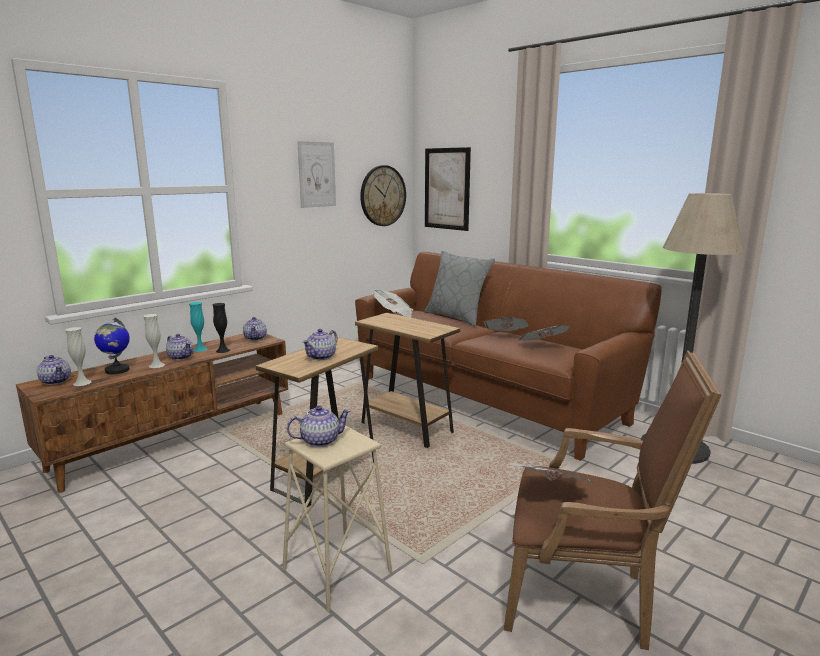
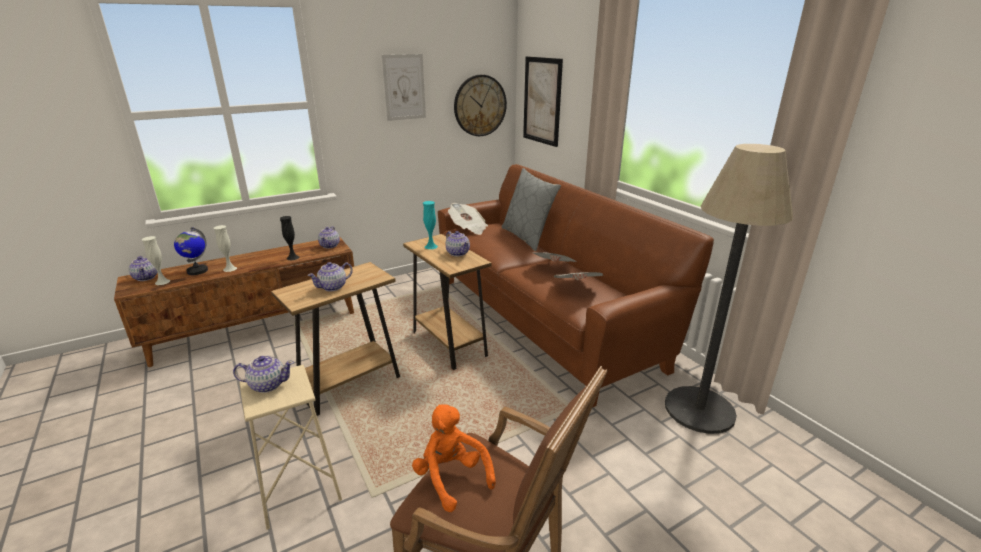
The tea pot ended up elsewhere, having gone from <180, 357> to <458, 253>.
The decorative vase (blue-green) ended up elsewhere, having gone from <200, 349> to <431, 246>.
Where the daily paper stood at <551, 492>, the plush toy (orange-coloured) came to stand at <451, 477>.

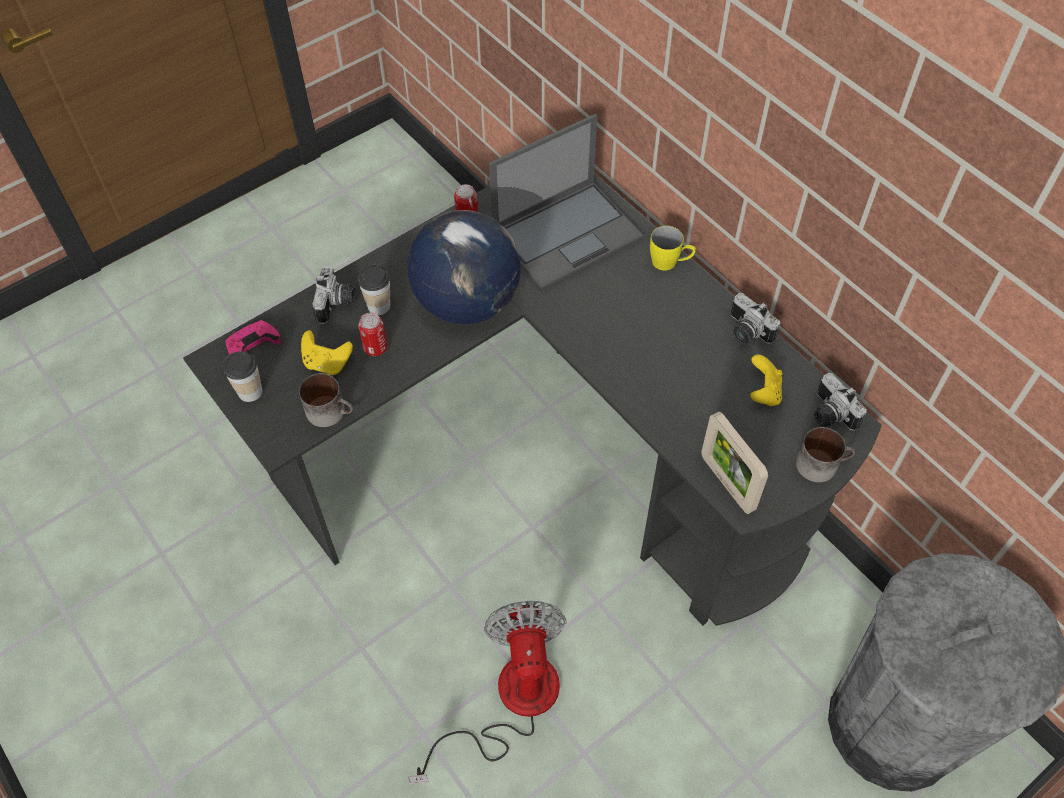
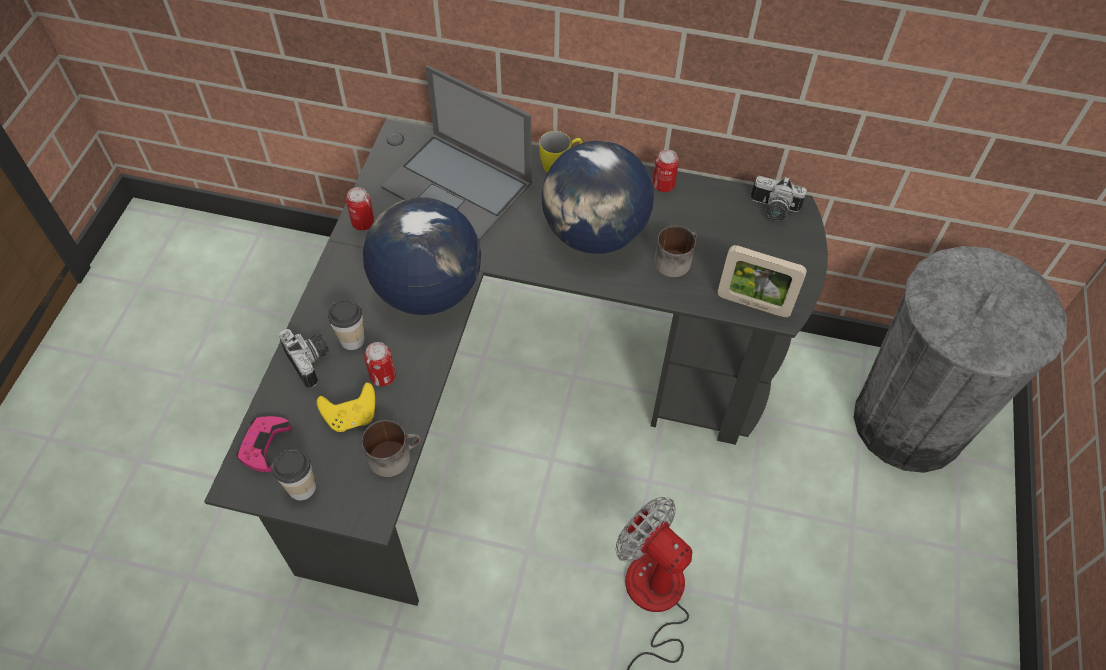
The portable computer at <568, 233> ended up facing another way, 105 degrees clockwise from before.
Where the still camera stood at <745, 332>, the can came to stand at <663, 185>.
The second view lost the gamepad (yellow-coloured) at <763, 392>.
The tea mug ended up elsewhere, having gone from <821, 463> to <675, 259>.
The second view gained the desk globe at <594, 234>.

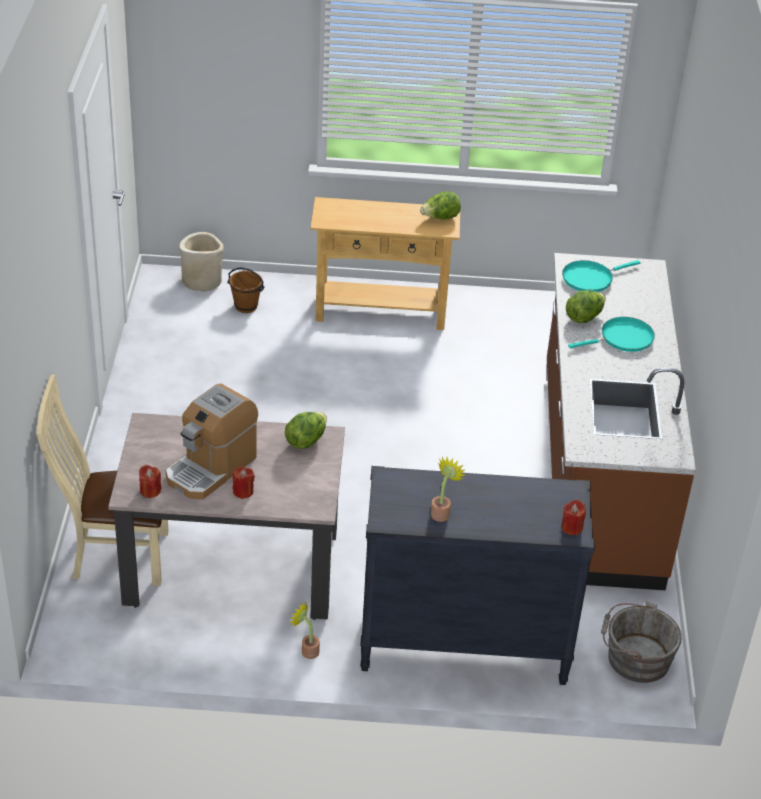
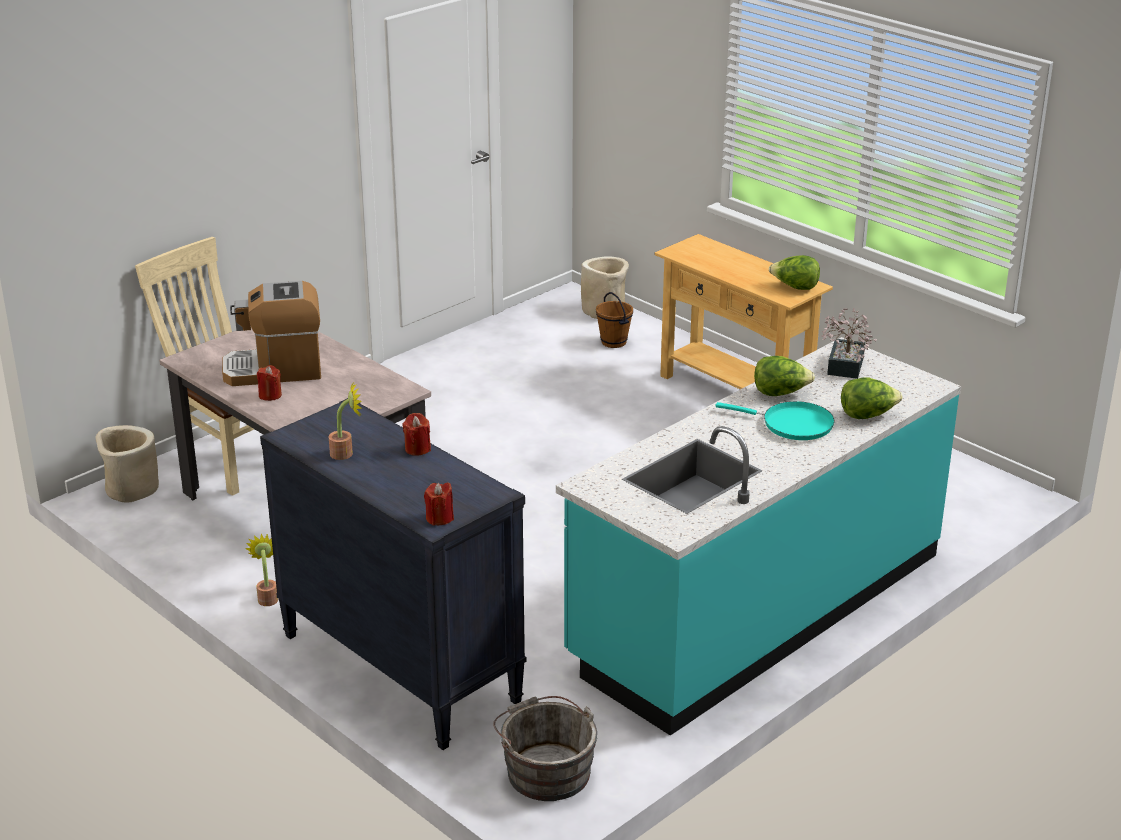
The candle (red-coloured) ended up elsewhere, having gone from <150, 491> to <417, 449>.
The head of lettuce ended up elsewhere, having gone from <306, 440> to <867, 415>.
What was the kitchen base unit (brownish) at <597, 472> turned into the kitchen base unit (blue-green) at <756, 607>.
Where the skillet (blue-green) stood at <590, 278>, the potted plant came to stand at <844, 369>.
The second view gained the flower pot (beige-coloured) at <130, 489>.

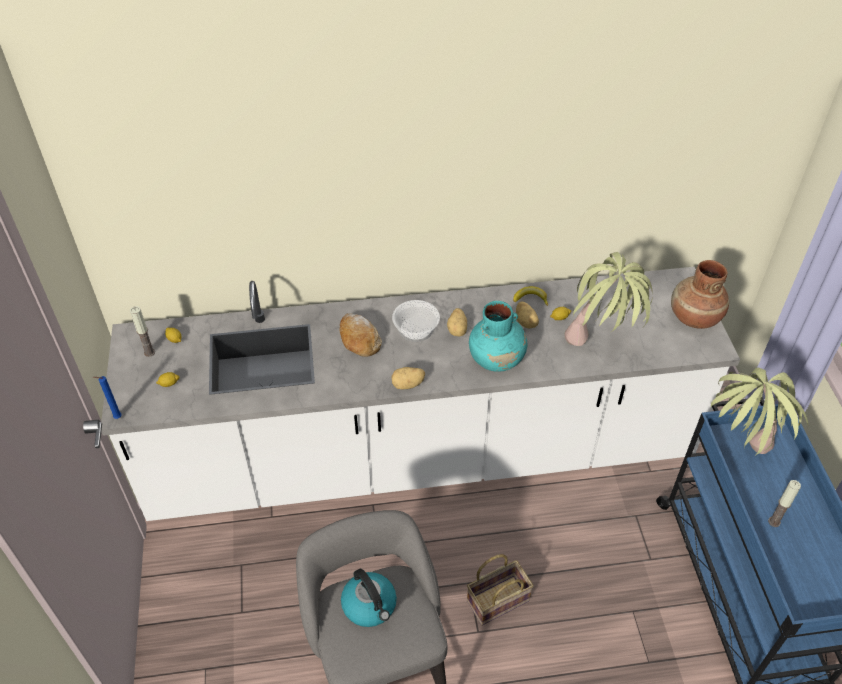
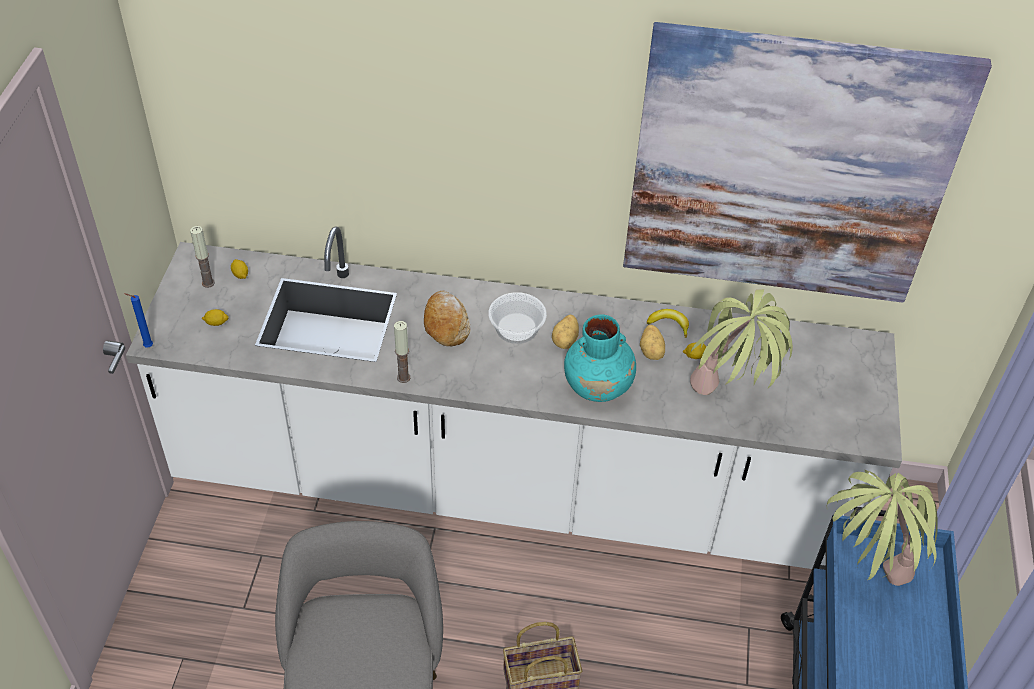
The second view lost the tea kettle at <370, 606>.
The second view lost the whole potato at <408, 385>.
The second view lost the decorative vase (brownish) at <694, 317>.
The candle ended up elsewhere, having gone from <774, 522> to <403, 377>.
The second view gained the wall art at <788, 169>.

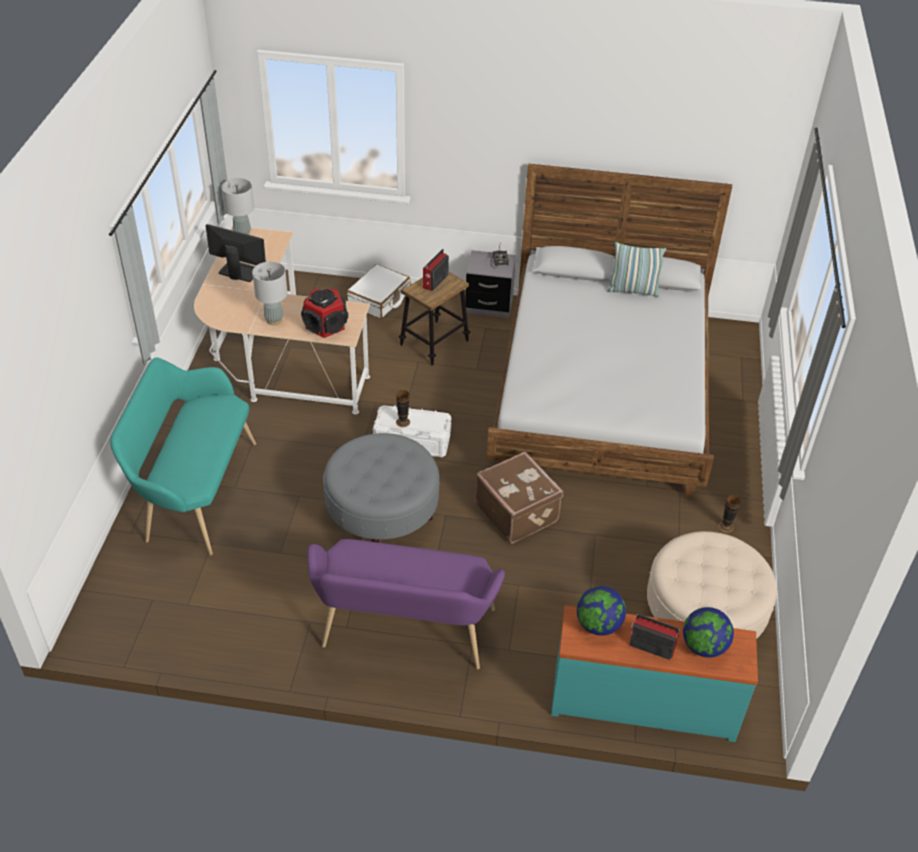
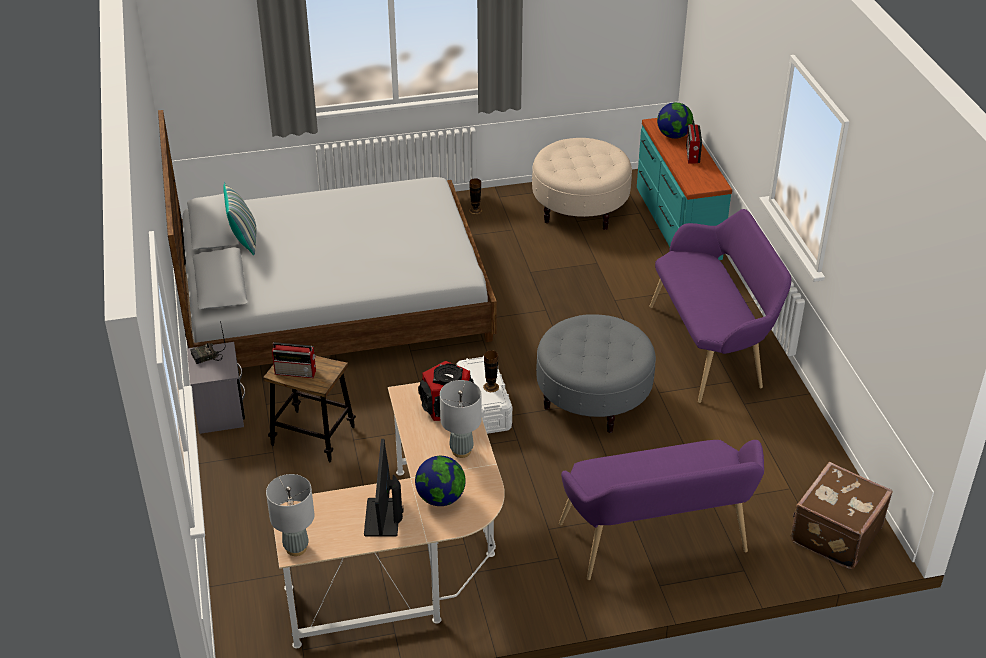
What was the long seat (blue-green) at <195, 492> turned into the long seat (purplish) at <657, 543>.
The second view lost the piece of luggage (white) at <379, 299>.
The piece of luggage (brownish) ended up elsewhere, having gone from <517, 512> to <834, 534>.
The desk globe ended up elsewhere, having gone from <598, 625> to <440, 498>.

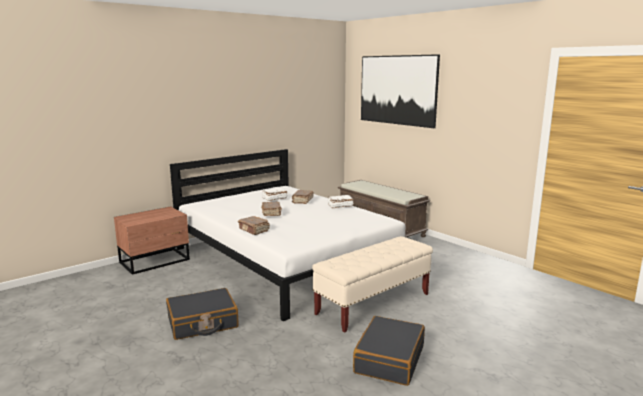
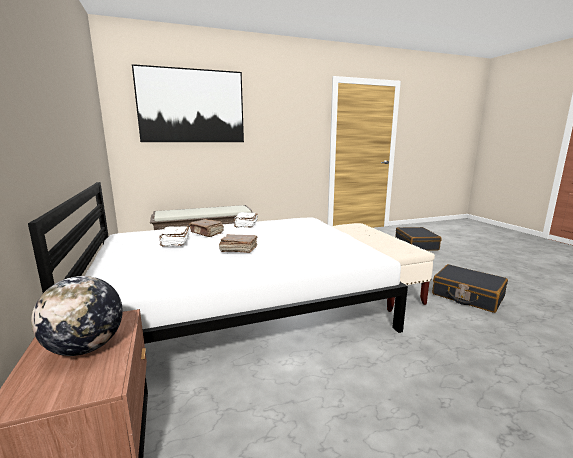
The piece of luggage (black) ended up elsewhere, having gone from <202, 323> to <416, 245>.
The second view lost the book (brownish) at <254, 230>.
The second view gained the desk globe at <86, 348>.

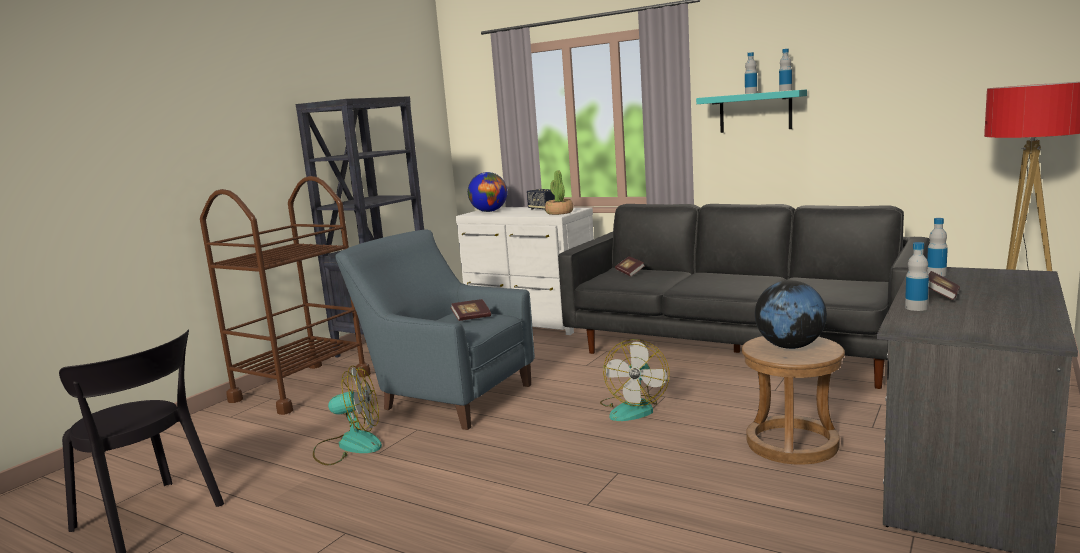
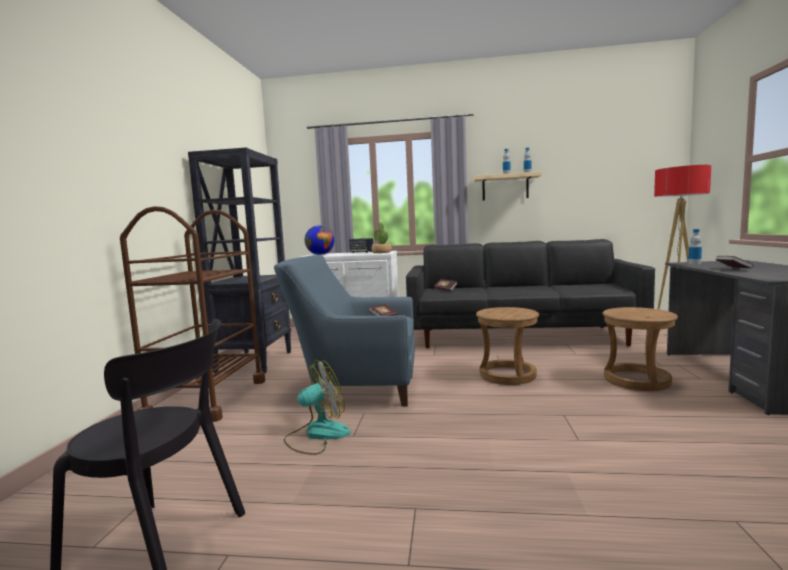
Where the electric fan stood at <634, 408>, the sitting stool (brownish) came to stand at <508, 375>.
What was the shelf (blue-green) at <755, 112> turned into the shelf (beige-coloured) at <505, 187>.
The second view lost the desk globe at <789, 346>.
The second view lost the beverage bottle at <916, 308>.

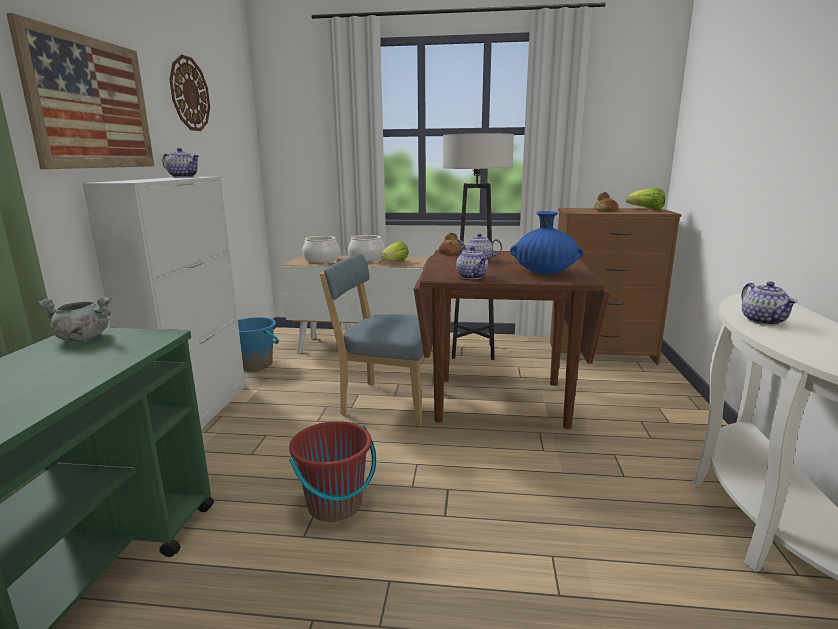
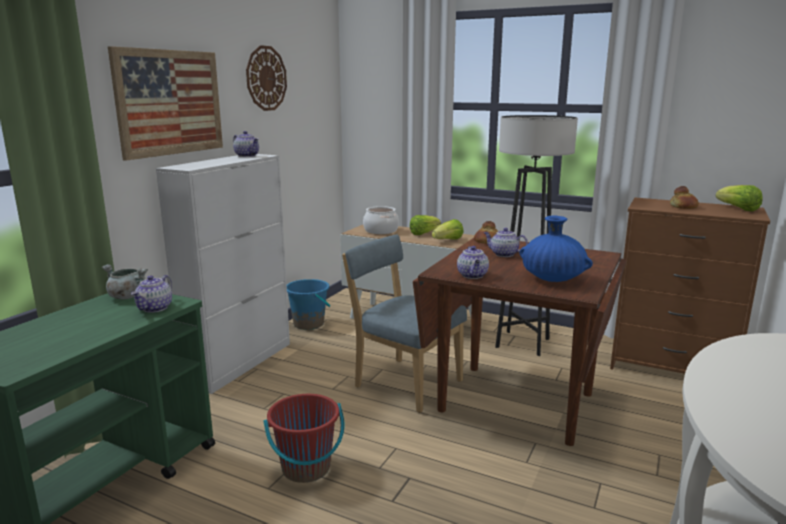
Where the cooking pot stood at <366, 259>, the head of lettuce came to stand at <423, 233>.
The tea pot ended up elsewhere, having gone from <764, 321> to <155, 308>.

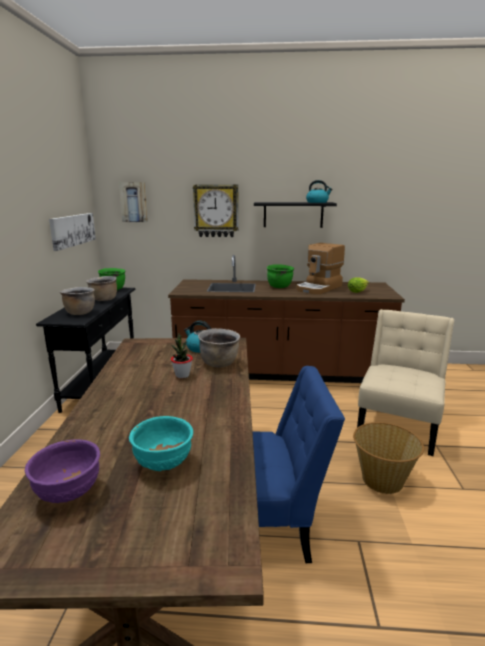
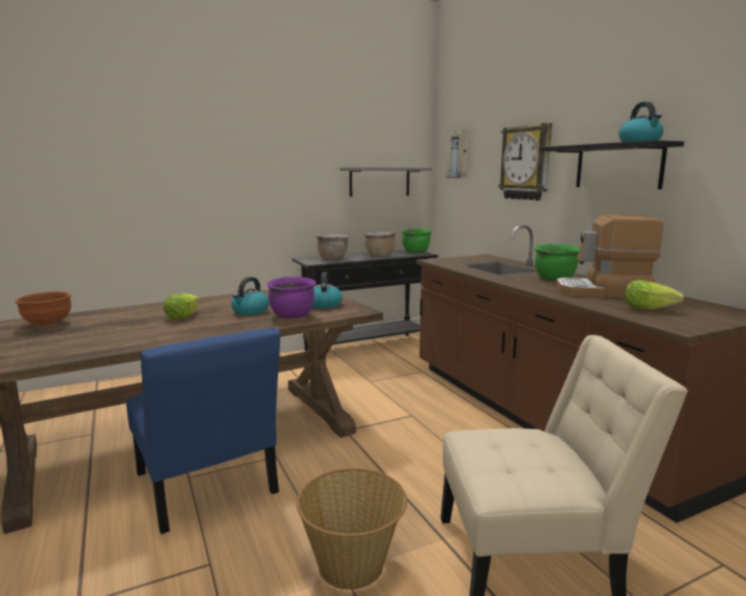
What was the bowl (purplish) at <68, 493> turned into the bowl (brownish) at <47, 324>.
Where the wall art hung at <72, 230>, the shelf (gray) came to hang at <379, 182>.
The second view lost the bowl (blue-green) at <164, 464>.
Where the potted plant stood at <182, 375>, the tea kettle came to stand at <250, 311>.
What was the cooking pot (brownish) at <219, 363> turned into the cooking pot (purplish) at <292, 316>.
The second view gained the head of lettuce at <182, 316>.

